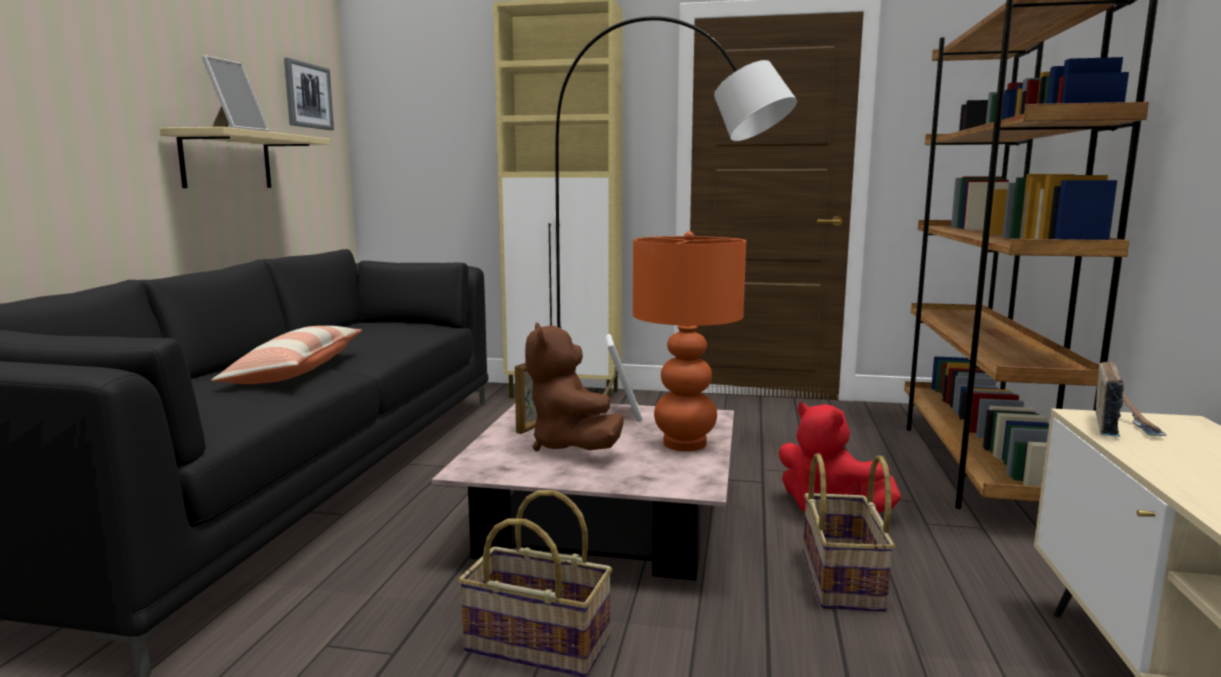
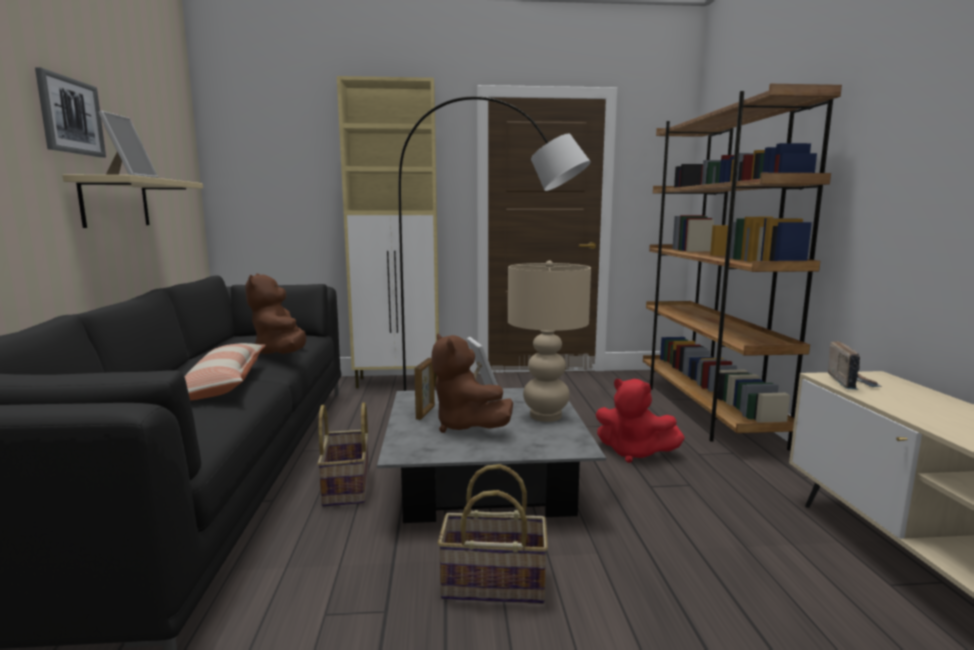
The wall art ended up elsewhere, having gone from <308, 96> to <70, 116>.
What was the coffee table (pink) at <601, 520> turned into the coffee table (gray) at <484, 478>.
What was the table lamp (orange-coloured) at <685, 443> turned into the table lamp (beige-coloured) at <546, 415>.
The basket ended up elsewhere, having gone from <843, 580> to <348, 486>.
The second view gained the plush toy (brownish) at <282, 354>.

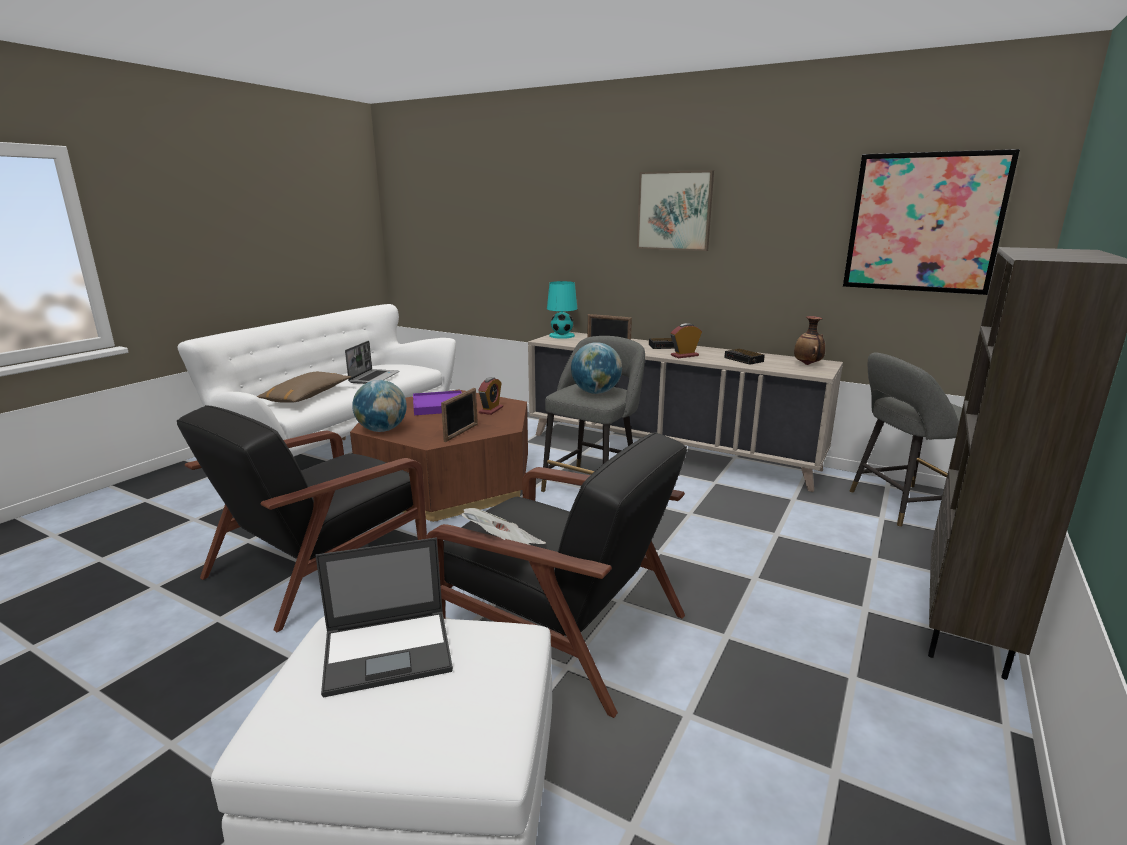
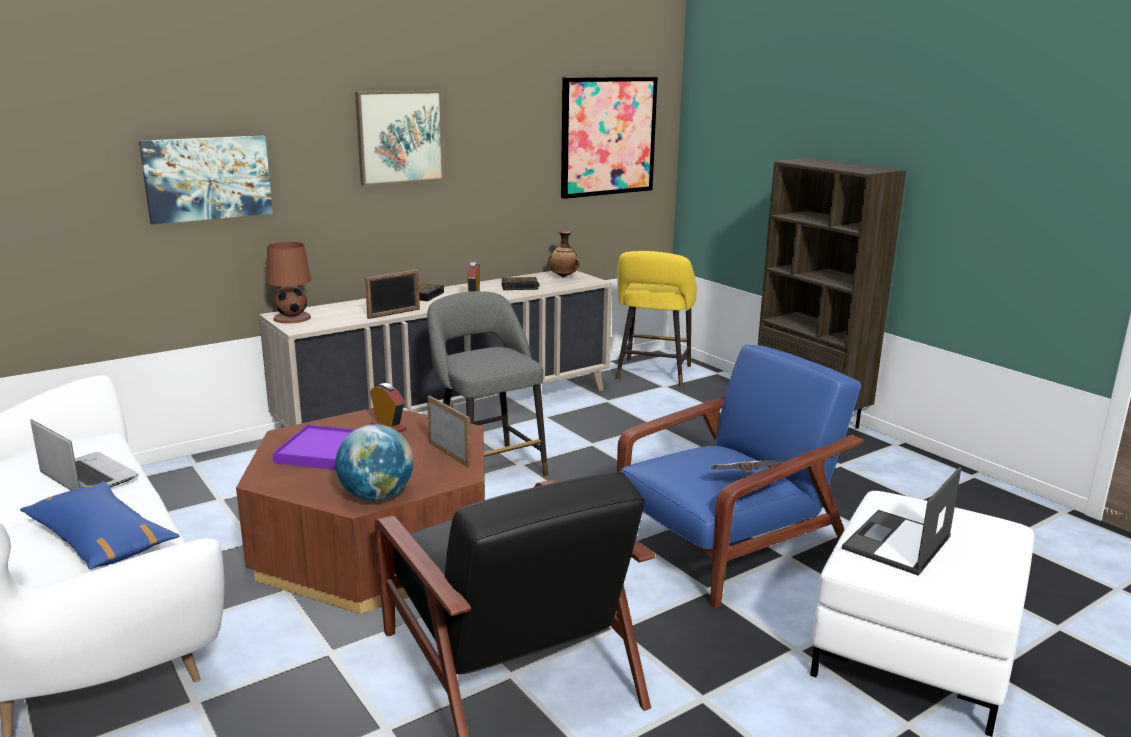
What was the pillow (brownish) at <307, 396> turned into the pillow (blue-coloured) at <100, 540>.
The portable computer at <389, 651> ended up facing another way, 150 degrees counterclockwise from before.
What was the lounge chair (black) at <558, 624> turned into the lounge chair (blue-coloured) at <728, 546>.
What was the table lamp (blue-green) at <562, 335> turned into the table lamp (brownish) at <292, 318>.
The second view lost the desk globe at <596, 392>.
What was the sitting stool (gray) at <900, 505> turned into the sitting stool (yellow-coloured) at <653, 374>.
The second view gained the wall art at <207, 178>.

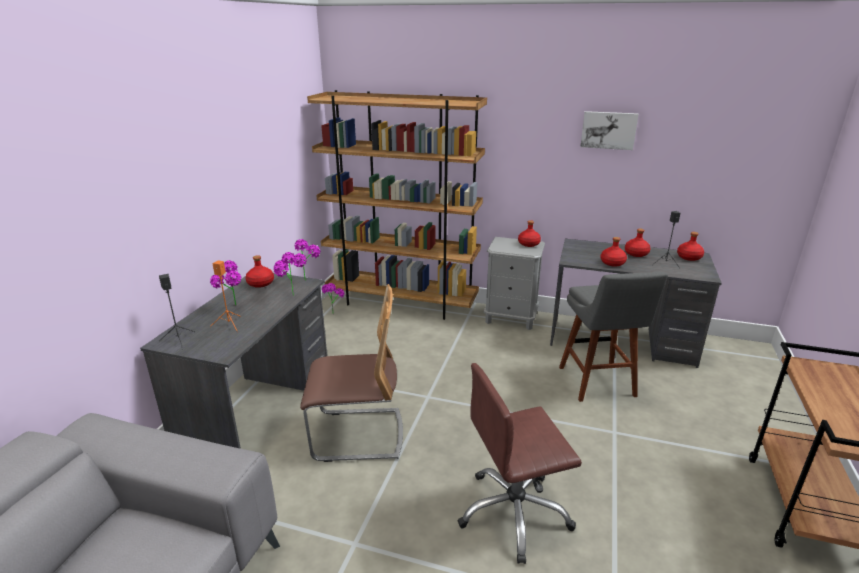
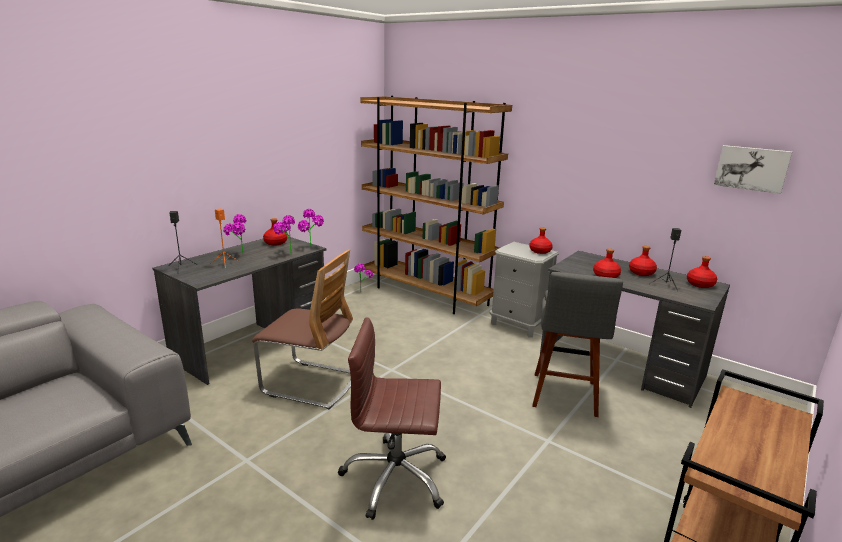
The wall art ended up elsewhere, having gone from <608, 130> to <751, 168>.

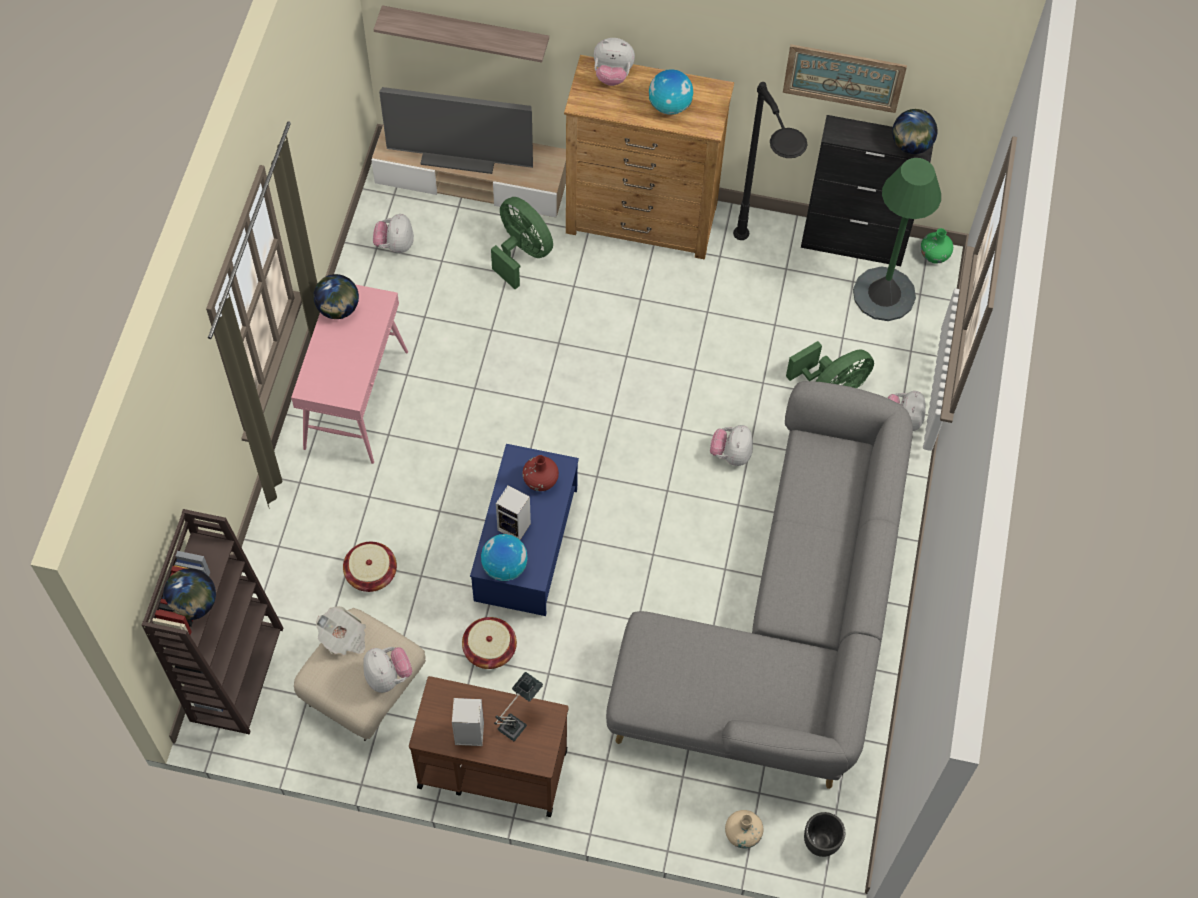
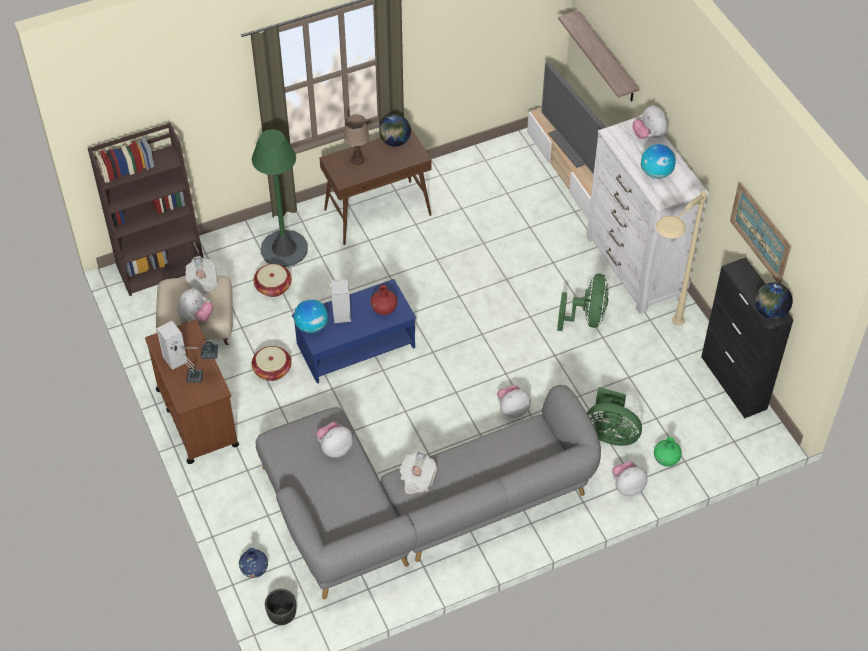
The second view lost the desk globe at <193, 604>.
What was the hall table (pink) at <356, 399> turned into the hall table (brownish) at <378, 212>.
The plush toy ended up elsewhere, having gone from <395, 245> to <335, 448>.
The electric fan (green) ended up elsewhere, having gone from <521, 253> to <587, 318>.
What was the chest of drawers (brownish) at <642, 219> turned into the chest of drawers (white) at <635, 266>.
What was the decorative vase (beige-coloured) at <742, 833> turned into the decorative vase (blue-coloured) at <254, 569>.
What was the standard lamp (black) at <756, 275> turned into the standard lamp (beige-coloured) at <656, 346>.
The standard lamp (green) ended up elsewhere, having gone from <883, 294> to <284, 249>.
The decorative vase (green) ended up elsewhere, having gone from <934, 255> to <666, 459>.
The second view gained the table lamp (brownish) at <358, 159>.
The second view gained the daily paper at <417, 479>.

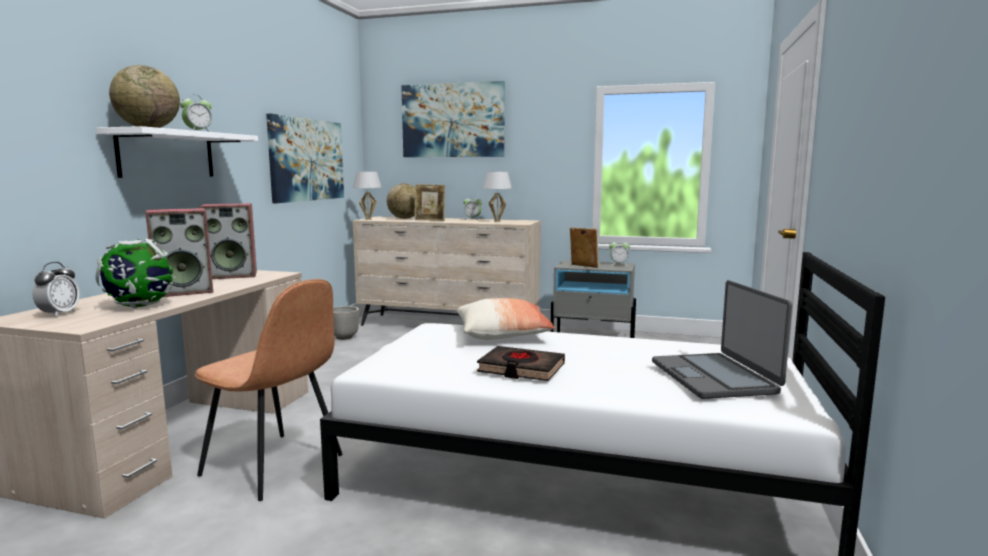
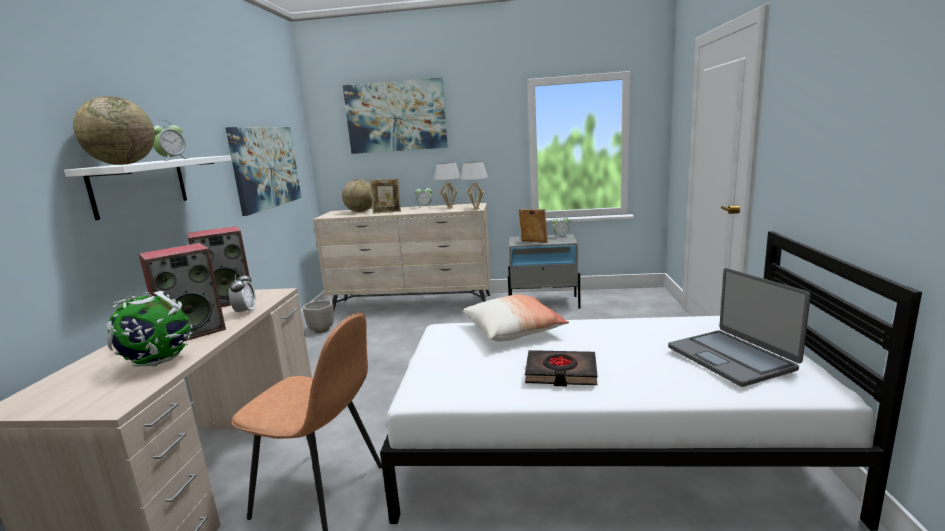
The table clock ended up elsewhere, having gone from <59, 314> to <245, 312>.
The table lamp (white) ended up elsewhere, having gone from <368, 219> to <476, 209>.

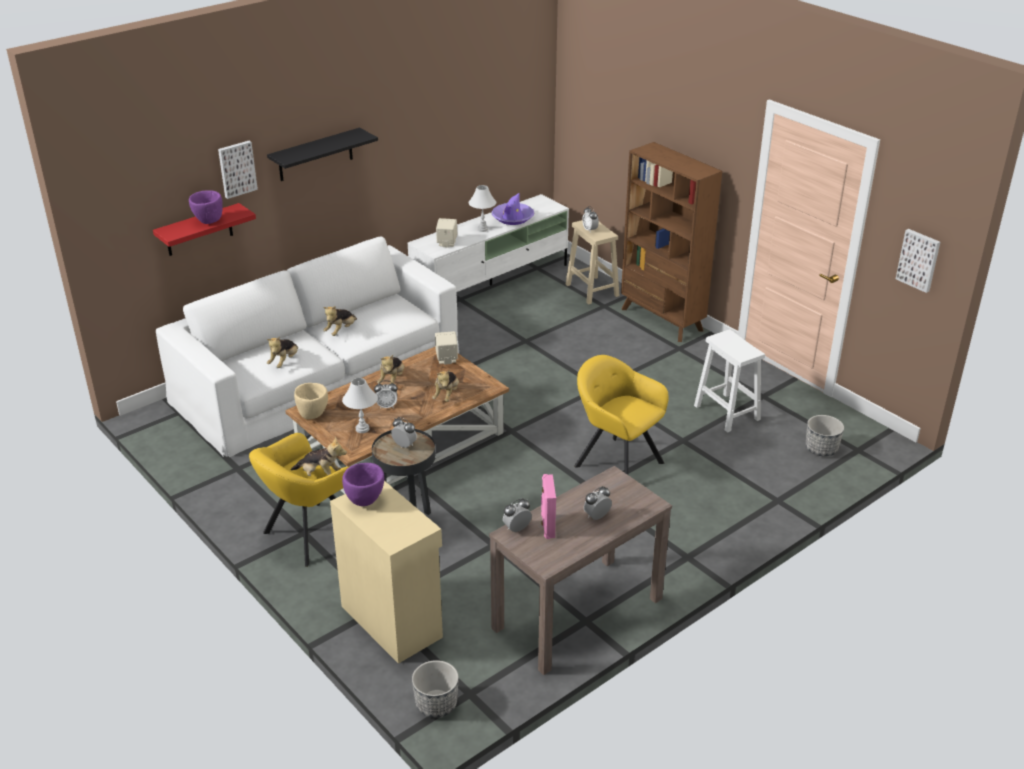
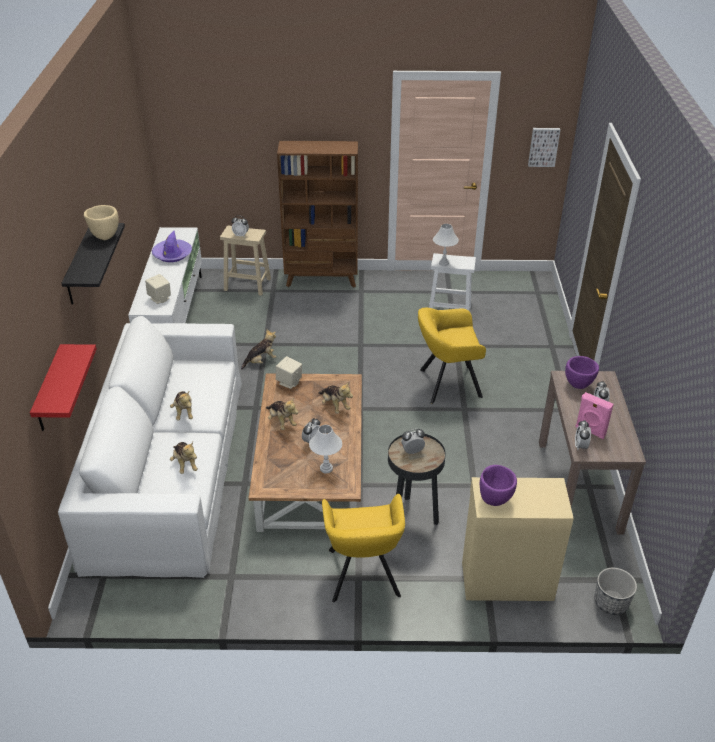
The bowl (purplish) ended up elsewhere, having gone from <208, 221> to <578, 385>.
The second view lost the wall art at <236, 168>.
The plush toy ended up elsewhere, having gone from <320, 475> to <261, 361>.
The bowl (beige-coloured) ended up elsewhere, having gone from <313, 414> to <105, 235>.
The table lamp (white) ended up elsewhere, having gone from <483, 229> to <444, 263>.
The second view lost the flower pot at <821, 449>.

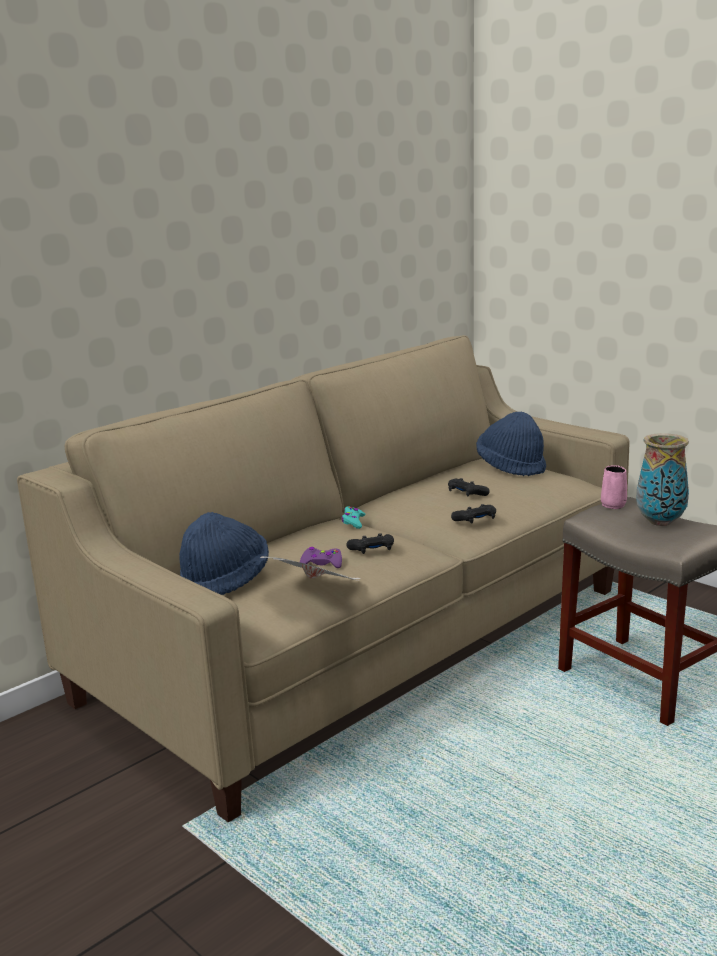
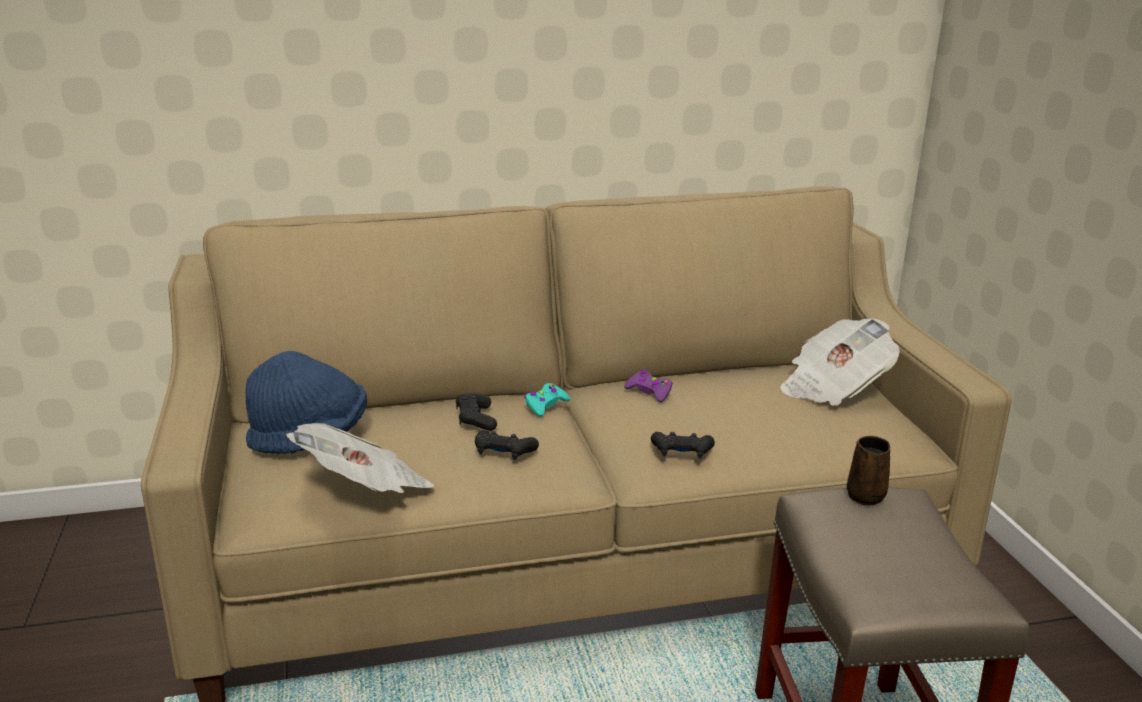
The gamepad (purplish) ended up elsewhere, having gone from <322, 563> to <649, 392>.
The gamepad (black) ended up elsewhere, having gone from <466, 493> to <476, 419>.
Where the clothing hat (blue-coloured) stood at <511, 467>, the daily paper came to stand at <833, 388>.
What was the tea mug (pink) at <612, 504> turned into the tea mug (brownish) at <866, 495>.
The second view lost the decorative vase at <660, 522>.

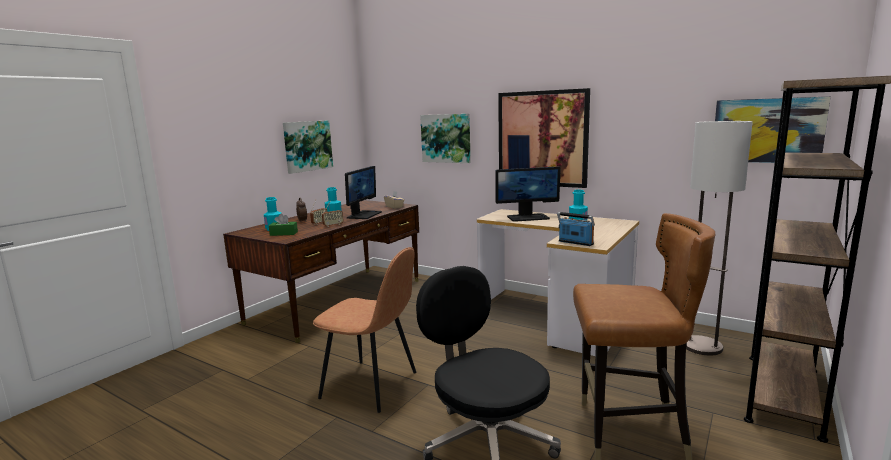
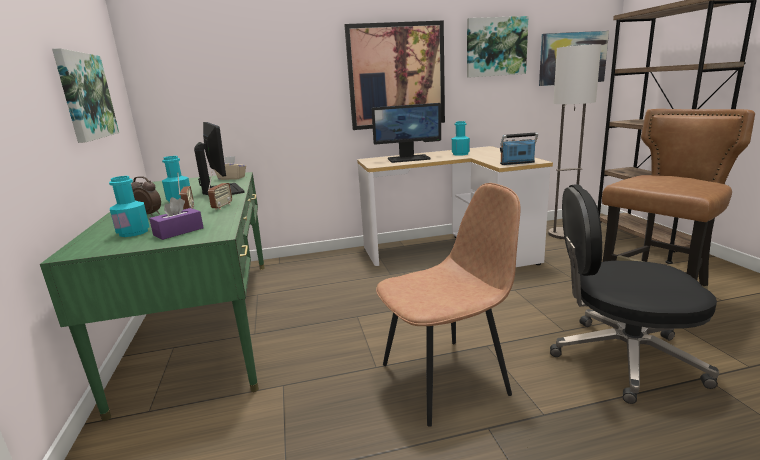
What was the desk unit (brownish) at <338, 300> turned into the desk unit (green) at <206, 322>.
What was the tissue holder (green) at <284, 233> turned into the tissue holder (purplish) at <178, 231>.
The wall art ended up elsewhere, having gone from <446, 138> to <496, 47>.
The computer screen at <528, 217> ended up facing another way, 45 degrees clockwise from before.

